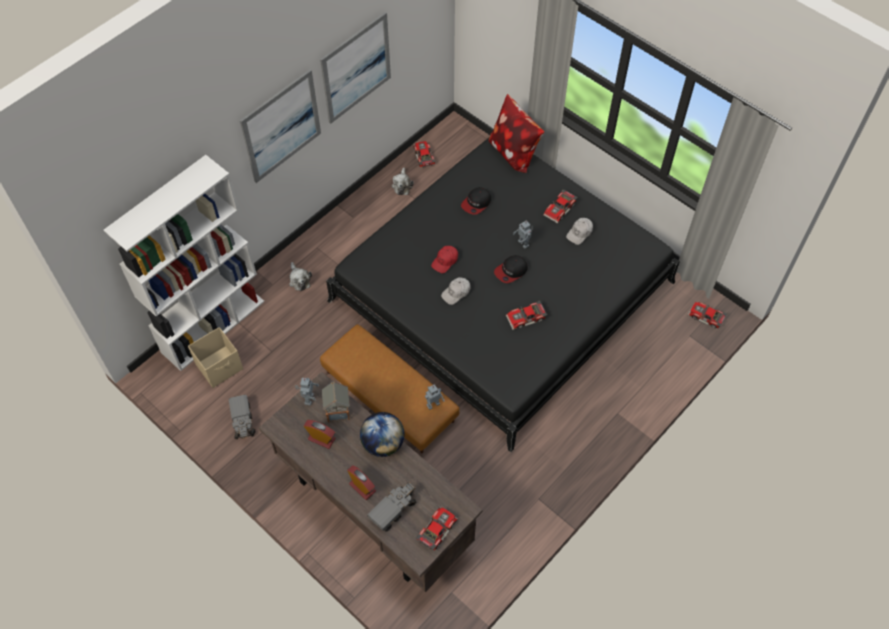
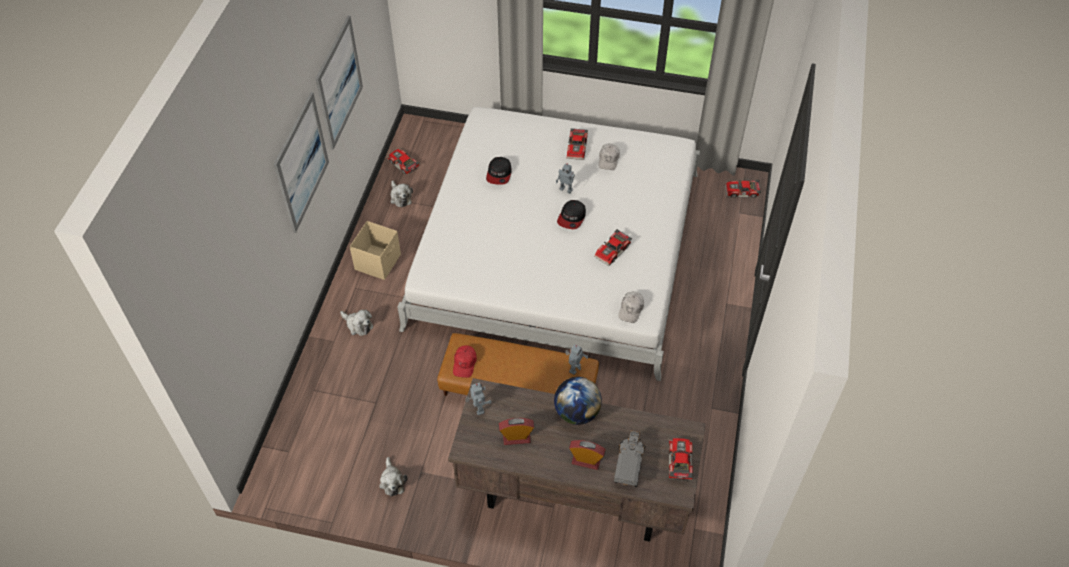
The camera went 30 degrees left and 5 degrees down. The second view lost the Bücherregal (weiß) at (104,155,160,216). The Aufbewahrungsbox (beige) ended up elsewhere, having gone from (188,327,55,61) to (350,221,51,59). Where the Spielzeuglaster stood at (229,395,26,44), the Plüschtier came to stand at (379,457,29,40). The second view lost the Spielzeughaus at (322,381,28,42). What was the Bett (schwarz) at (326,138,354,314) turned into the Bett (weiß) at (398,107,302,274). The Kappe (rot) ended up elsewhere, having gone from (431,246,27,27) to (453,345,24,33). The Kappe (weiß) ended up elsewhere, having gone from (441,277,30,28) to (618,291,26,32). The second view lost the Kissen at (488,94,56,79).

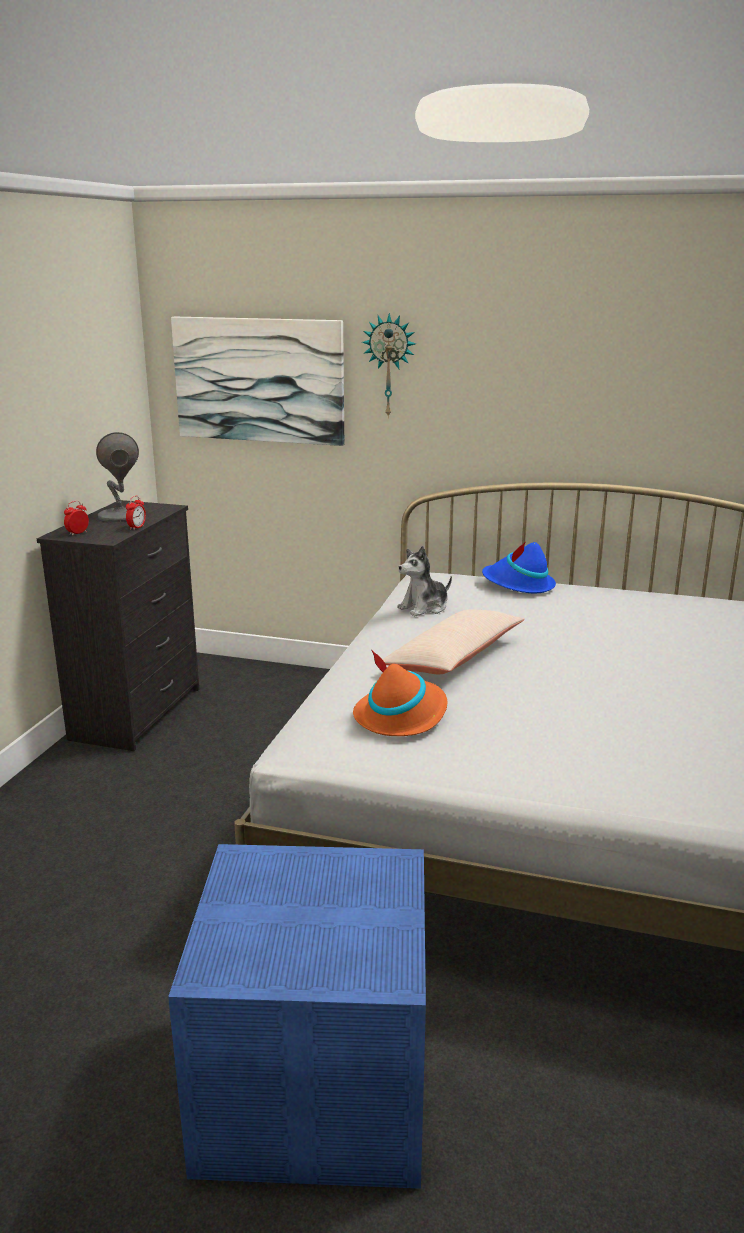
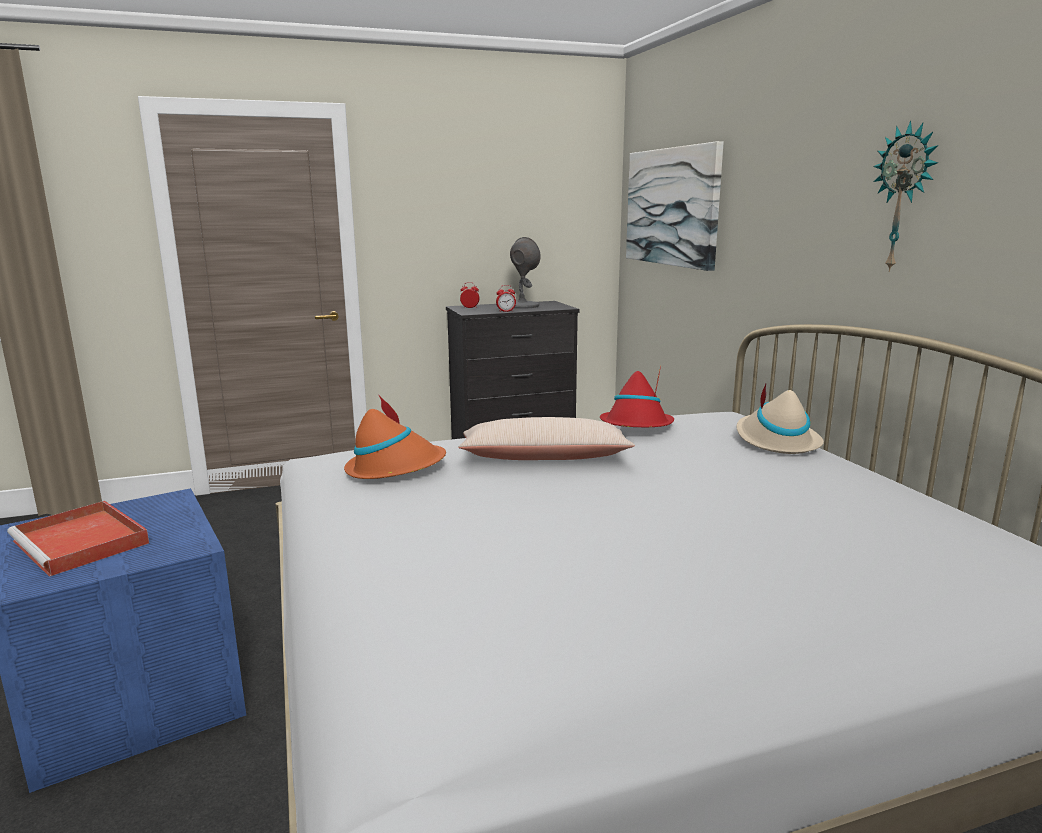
The camera went 55 degrees right and 5 degrees down. The Wanduhr ended up elsewhere, having gone from (362,313,54,105) to (873,121,66,151). Where the Plüschtier stood at (397,546,55,70), the Hut (rot) came to stand at (600,366,74,61). What was the Hut (blau) at (482,542,74,51) turned into the Hut (beige) at (737,384,87,70). The second view gained the Tablett (rot) at (7,501,142,76).

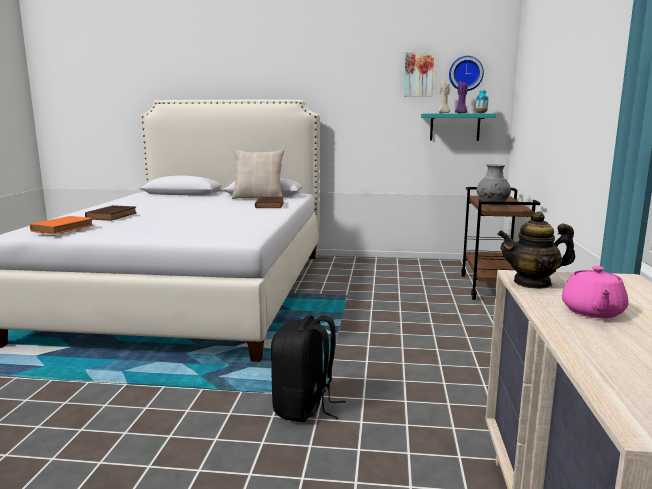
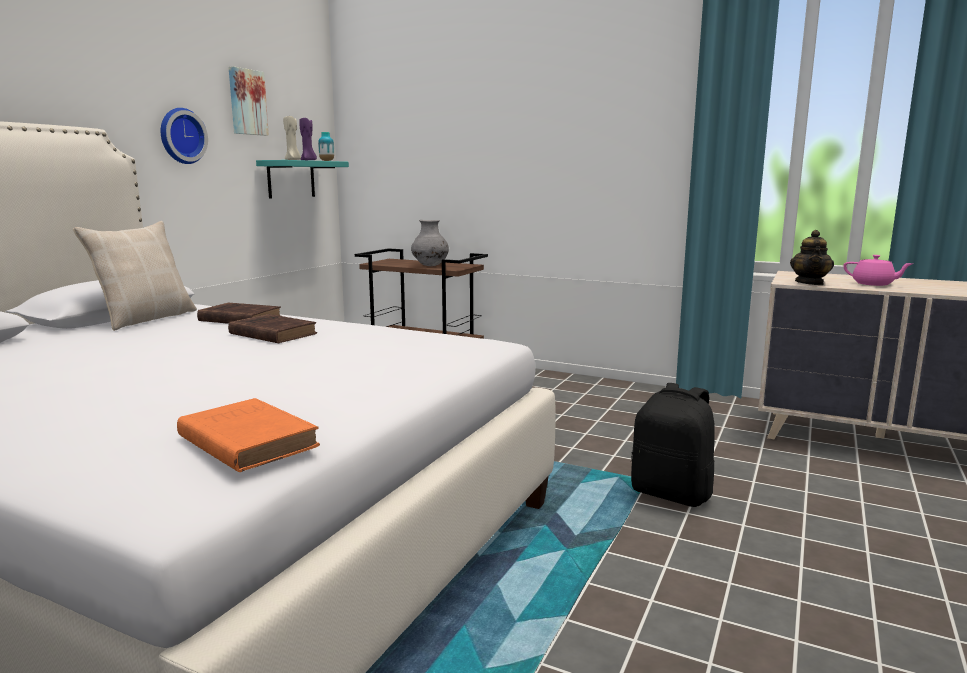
The camera went 70 degrees left and 0 degrees up. The Buch (braun) ended up elsewhere, having gone from (85,205,52,16) to (228,314,89,29). The Wanduhr ended up elsewhere, having gone from (449,56,35,35) to (161,108,47,56).

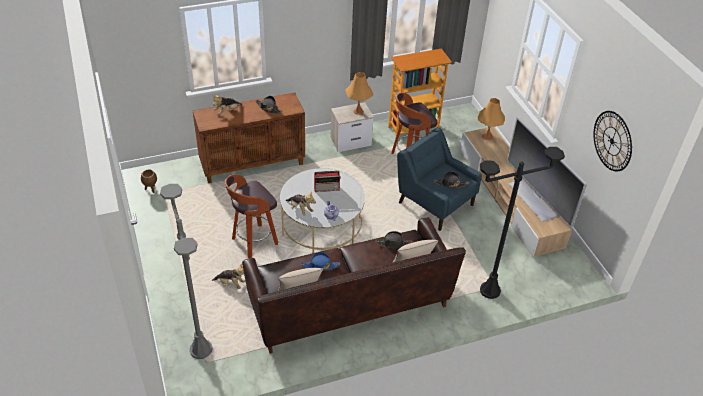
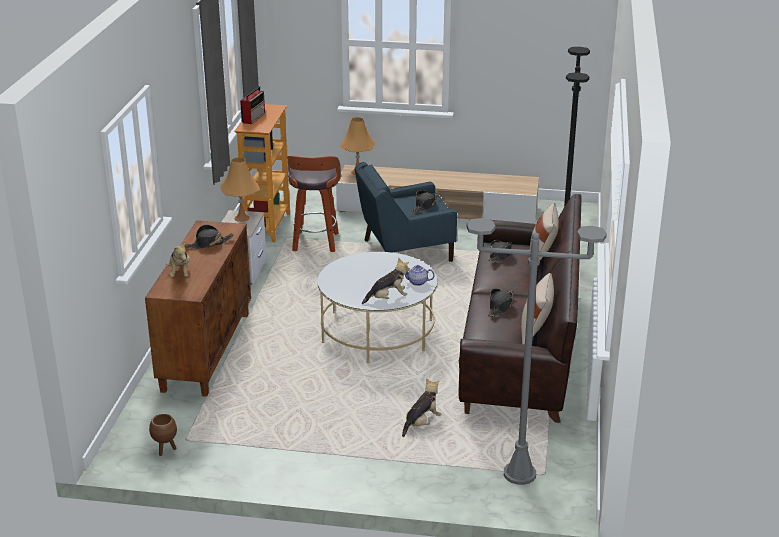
The camera went 60 degrees left and 15 degrees down. The second view lost the Hocker at (225,174,53,84). What was the Hut (blau) at (301,252,39,19) turned into the Hut (schwarz) at (488,288,26,29). The Radio ended up elsewhere, having gone from (314,171,27,21) to (240,86,25,38). The second view lost the Fernseher at (507,117,80,111). The second view lost the Wanduhr at (593,111,39,61).

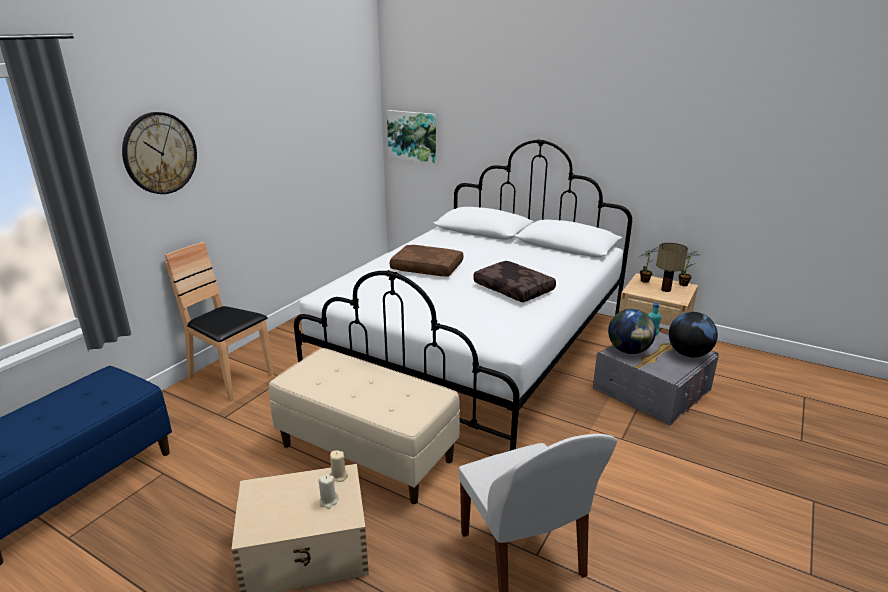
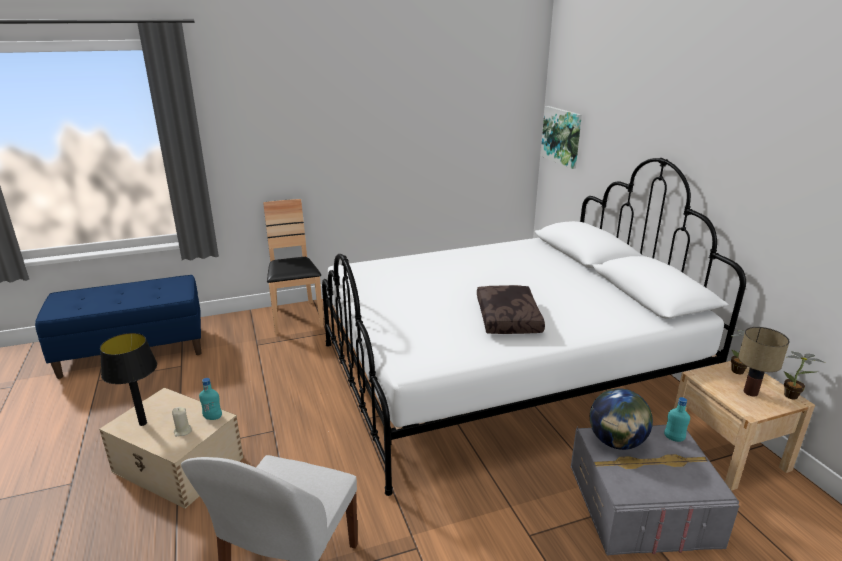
The camera went 40 degrees right and 0 degrees up. The second view lost the Wanduhr at (122,112,75,82). The second view lost the Bank (beige) at (269,348,191,156). Where the Kerze (beige) stood at (330,450,18,32), the Flasche (türkis) came to stand at (199,378,23,42). The second view lost the Kissen (braun) at (390,245,73,31). The second view lost the Globus at (669,312,49,45). The second view gained the Tischlampe (schwarz) at (100,333,57,93).

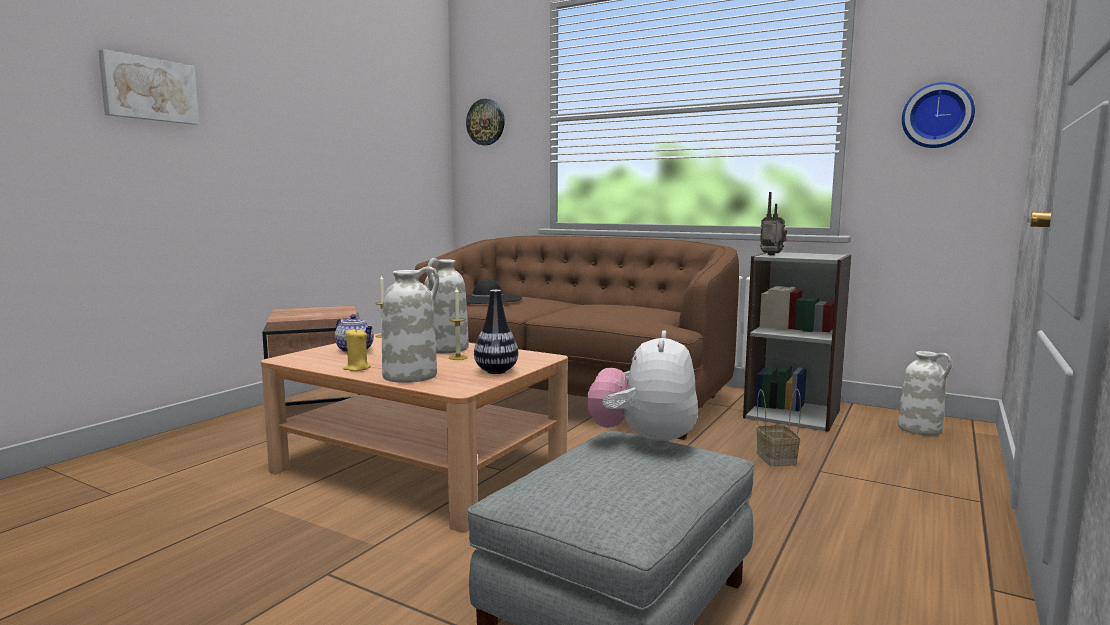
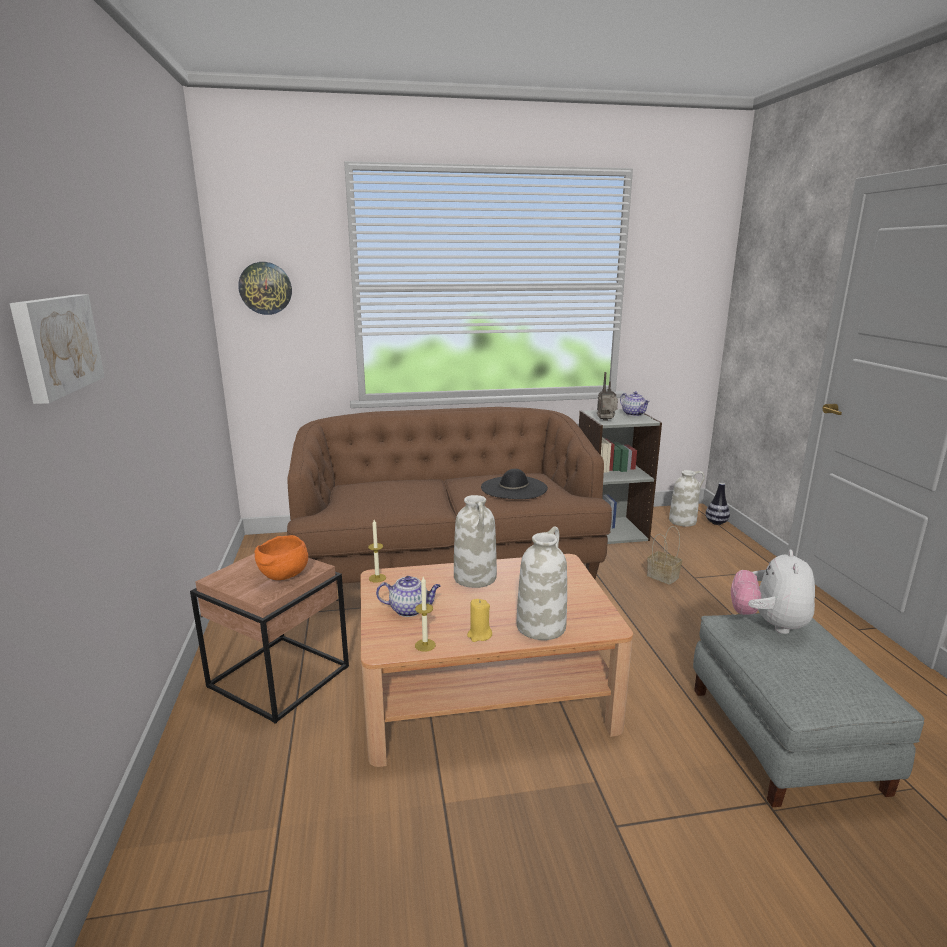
The camera went 40 degrees left and 10 degrees up. The Kerze ended up elsewhere, having gone from (449,288,19,72) to (415,577,21,75). The Hut (schwarz) ended up elsewhere, having gone from (466,279,56,25) to (481,469,67,30). The Vase ended up elsewhere, having gone from (474,290,45,84) to (706,483,24,42). The Plüschtier at (587,330,111,120) ended up facing another way, 45 degrees clockwise from before. The second view lost the Wanduhr at (902,82,73,66). The second view gained the Schüssel (orange) at (255,535,53,45). The second view gained the Teekanne at (620,391,30,25).

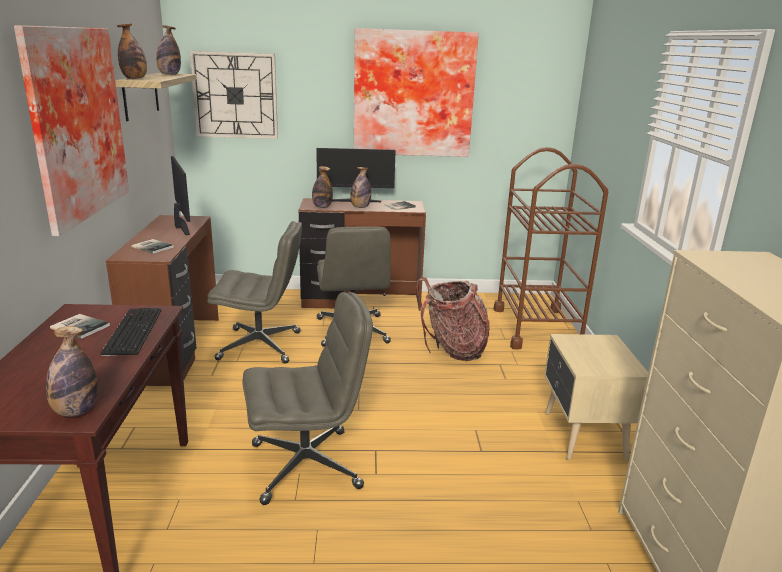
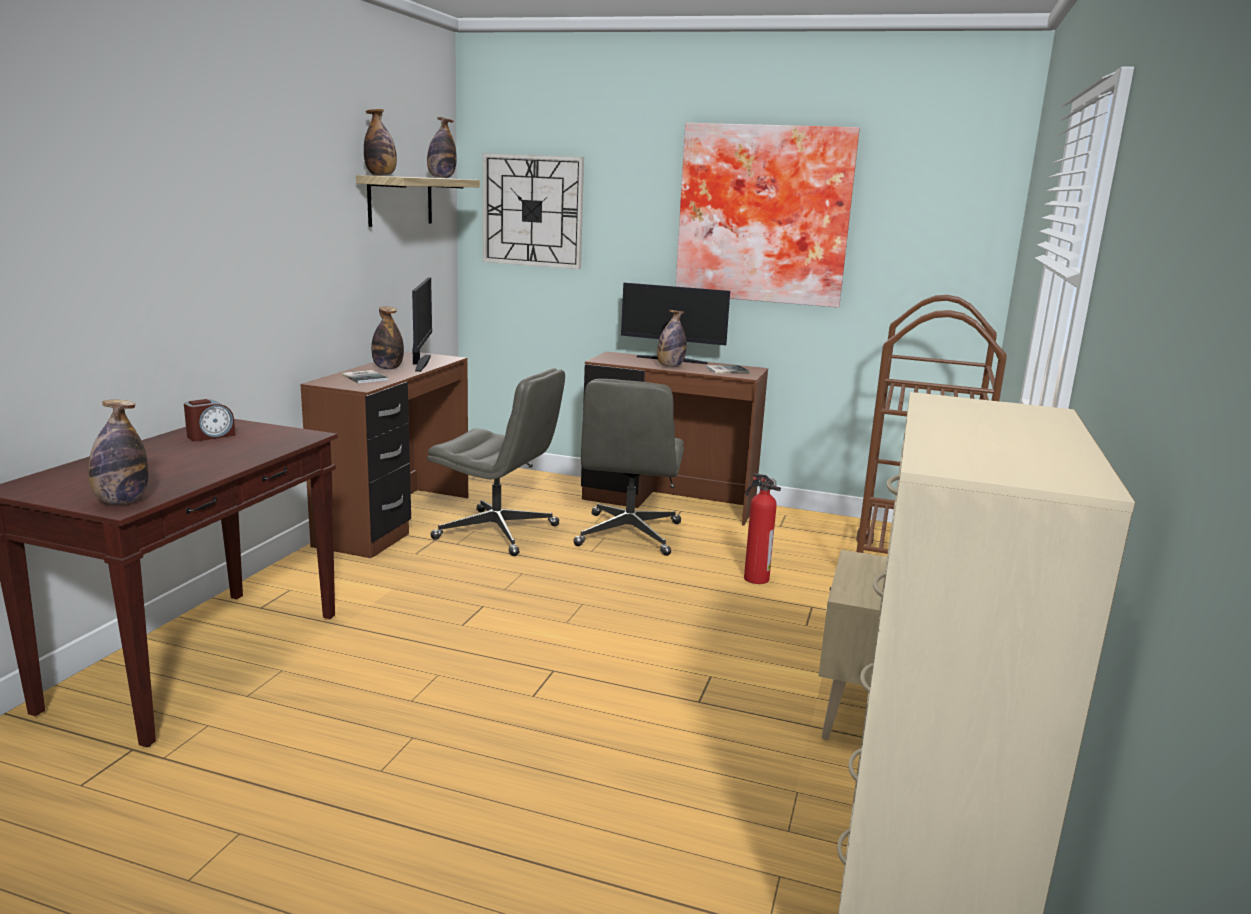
The camera went 20 degrees right and 5 degrees down. The second view lost the Bild at (14,25,115,211). Where the Buch stood at (50,314,60,25), the Wecker came to stand at (184,399,52,42). The second view lost the Tastatur at (101,308,61,48). The second view lost the Bürostuhl (grau) at (242,292,131,213). The Flasche ended up elsewhere, having gone from (312,166,21,42) to (371,307,33,62). Where the Rucksack stood at (417,277,73,84), the Feuerlöscher came to stand at (744,473,37,111).

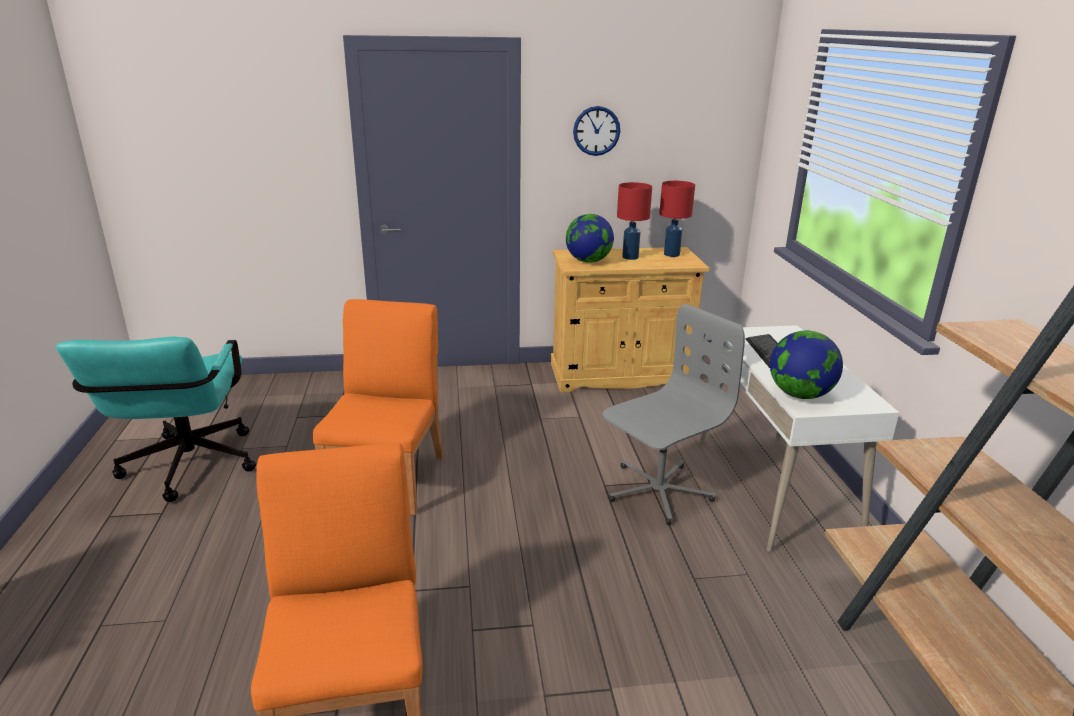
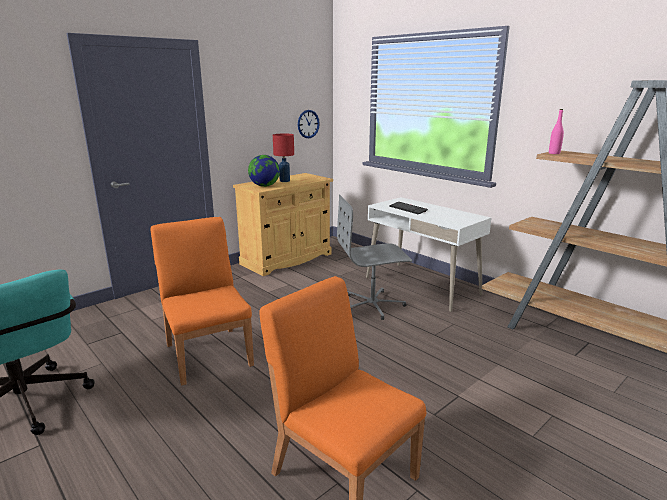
The camera went 35 degrees left and 5 degrees down. The Wanduhr ended up elsewhere, having gone from (573,106,47,50) to (298,110,22,28). The Bürostuhl (grau) at (602,304,143,221) ended up facing another way, 120 degrees counterclockwise from before. The second view lost the Tischlampe (rot) at (659,181,36,76). The second view lost the Globus at (770,331,73,68). The second view gained the Flasche (rosa) at (549,109,15,45).

